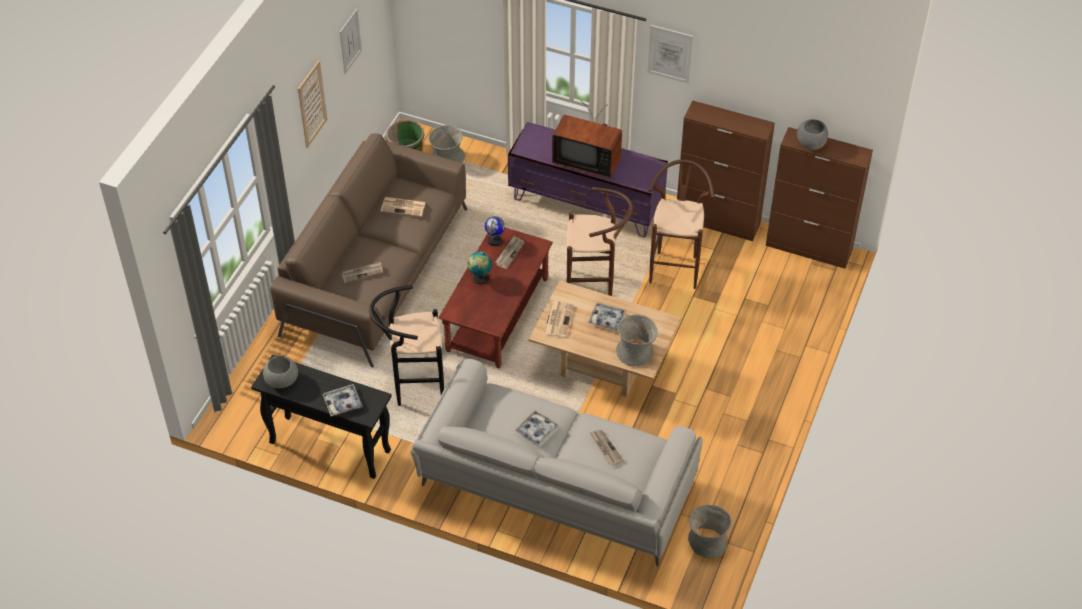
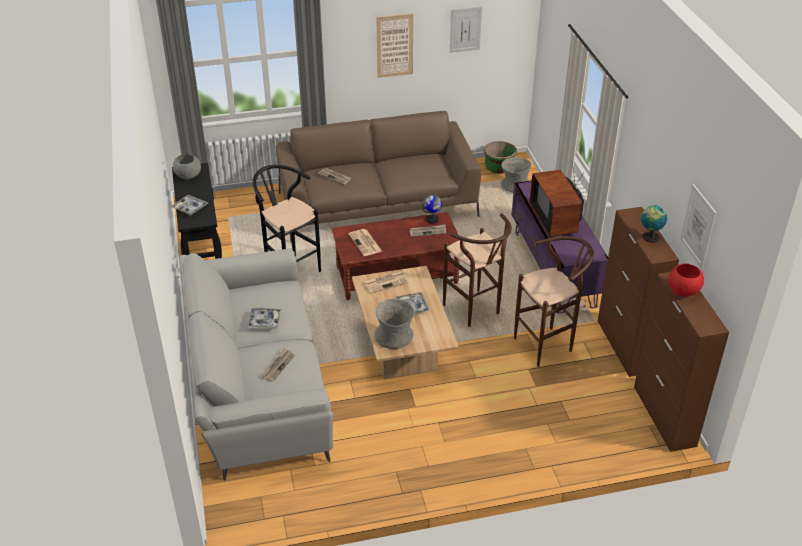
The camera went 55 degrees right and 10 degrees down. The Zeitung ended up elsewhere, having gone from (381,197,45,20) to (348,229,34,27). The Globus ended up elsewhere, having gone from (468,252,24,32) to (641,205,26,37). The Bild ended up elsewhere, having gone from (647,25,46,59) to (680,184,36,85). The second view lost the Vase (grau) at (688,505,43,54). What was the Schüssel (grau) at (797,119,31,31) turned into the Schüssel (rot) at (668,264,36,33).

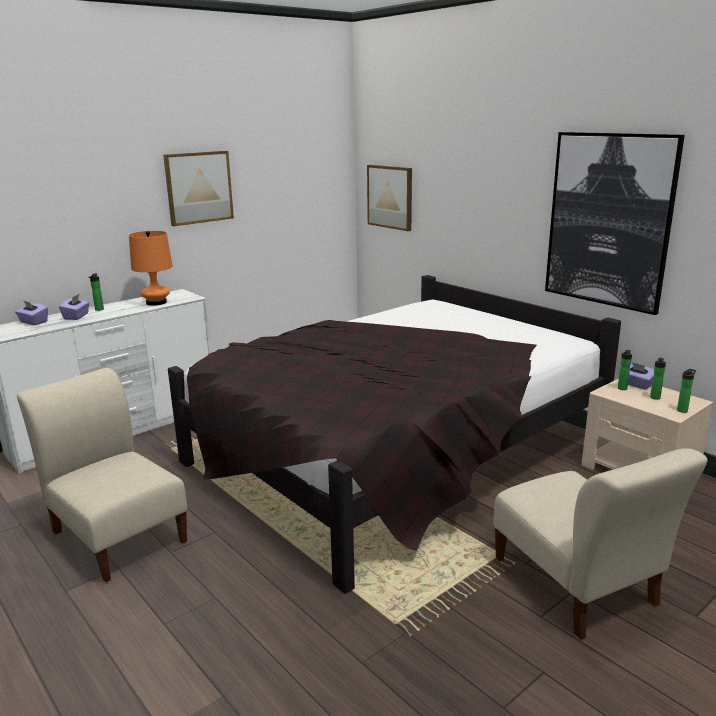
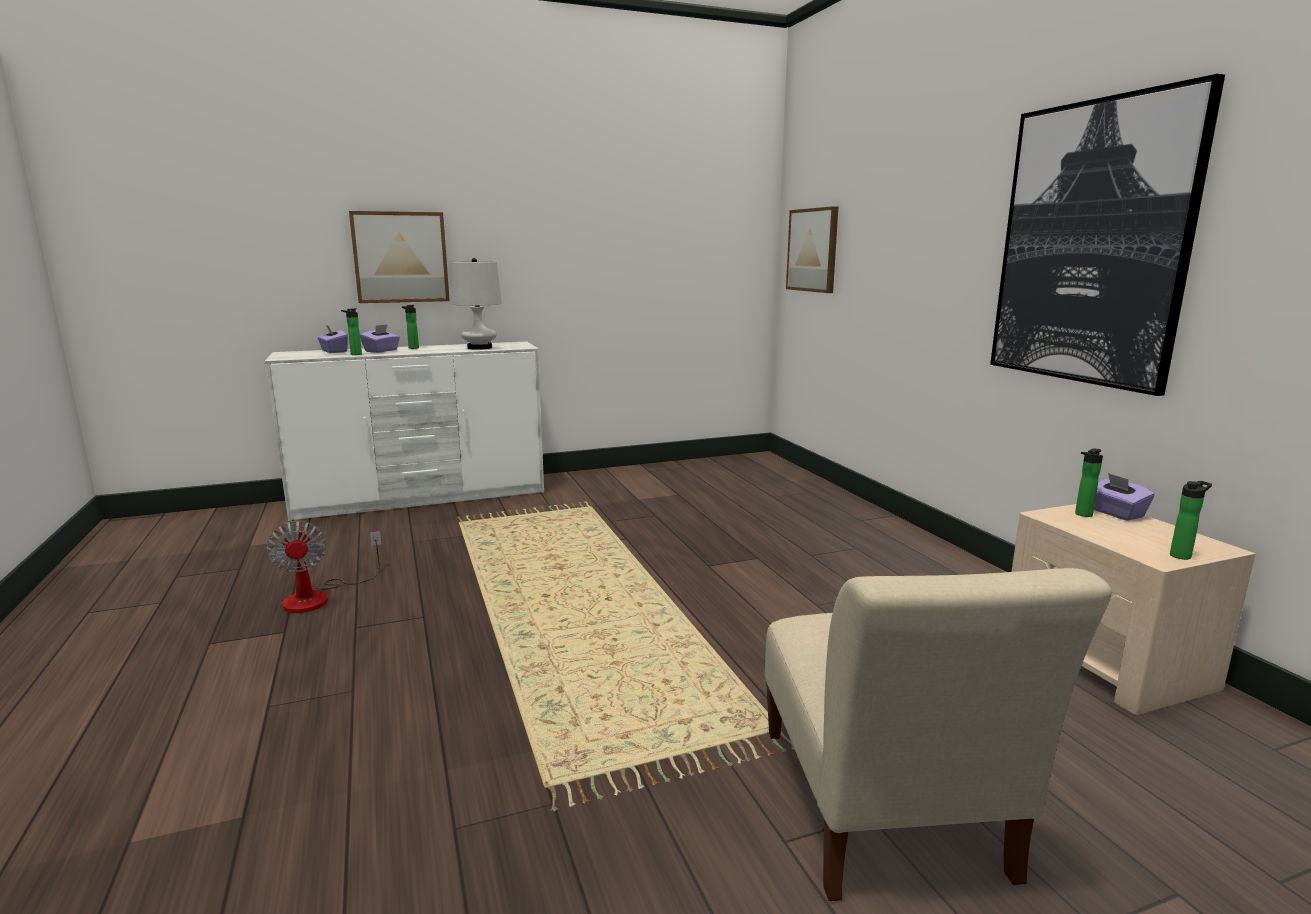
The camera went 20 degrees right and 5 degrees down. Where the Stuhl (beige) stood at (17,368,170,214), the Ventilator came to stand at (266,521,116,92). What was the Tischlampe (orange) at (129,231,44,75) turned into the Tischlampe (weiß) at (452,258,50,92). The Bild ended up elsewhere, having gone from (163,151,71,75) to (349,211,101,92). The second view lost the Bett (schwarz) at (168,275,453,319). The Flasche ended up elsewhere, having gone from (650,358,16,42) to (341,308,21,47).

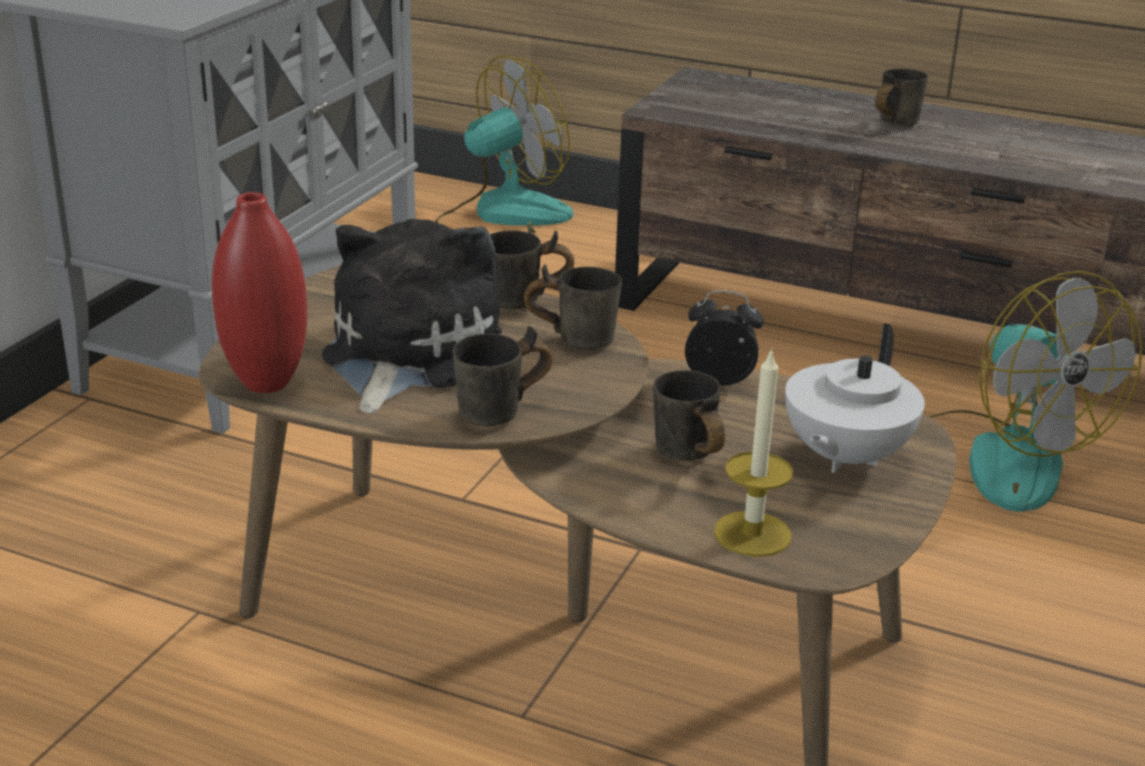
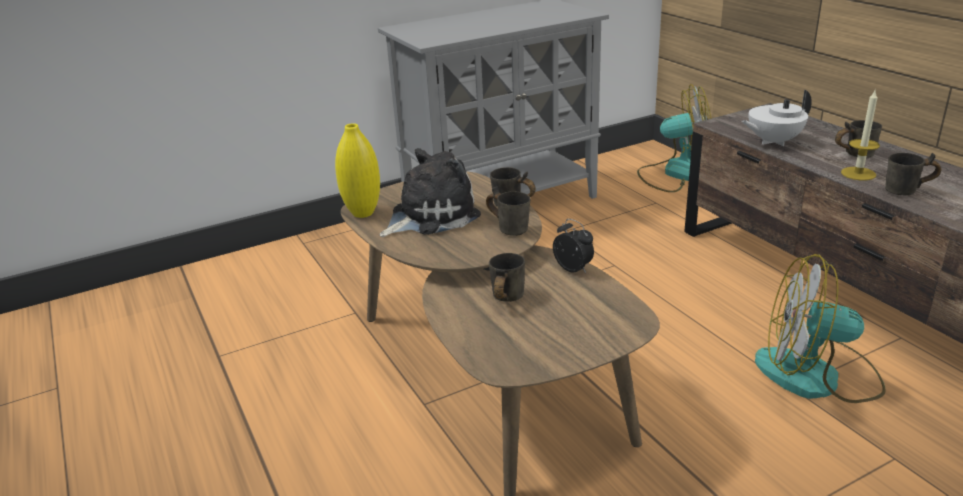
The camera went 40 degrees right and 0 degrees up. What was the Vase (rot) at (212,192,95,201) turned into the Vase (gelb) at (335,123,45,95). The Henkelbecher (grau) ended up elsewhere, having gone from (453,326,100,100) to (885,153,56,42). The Kerze ended up elsewhere, having gone from (714,347,79,210) to (841,91,39,90). The Teekanne (weiß) ended up elsewhere, having gone from (785,323,140,150) to (741,89,71,57). The Ventilator at (929,271,213,241) ended up facing another way, 90 degrees clockwise from before.

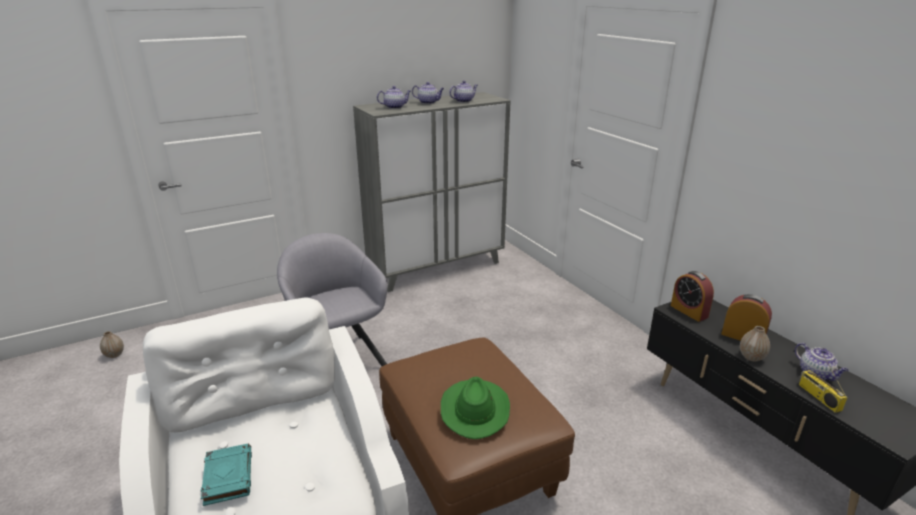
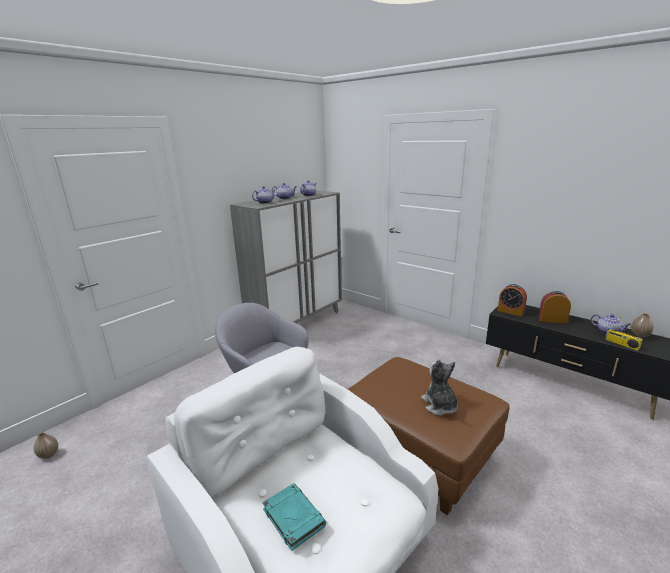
The camera went 20 degrees left and 5 degrees down. Where the Hut (grün) stood at (441,377,69,62), the Plüschtier came to stand at (421,359,37,57). The Vase ended up elsewhere, having gone from (740,326,30,35) to (631,313,23,25).

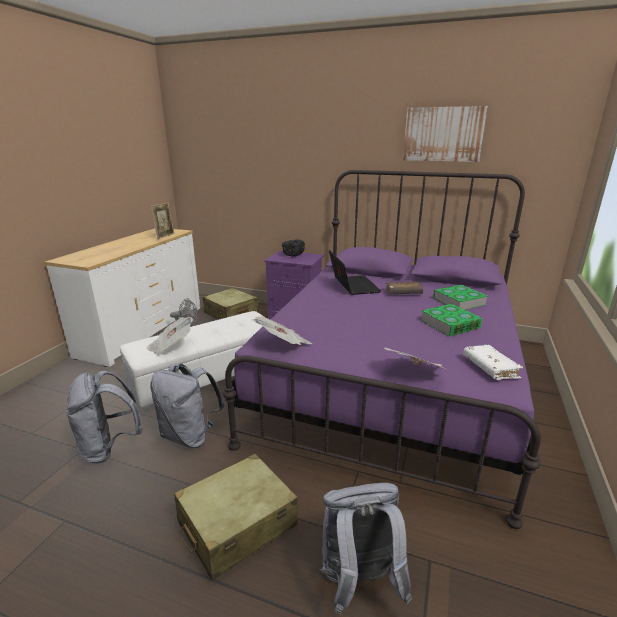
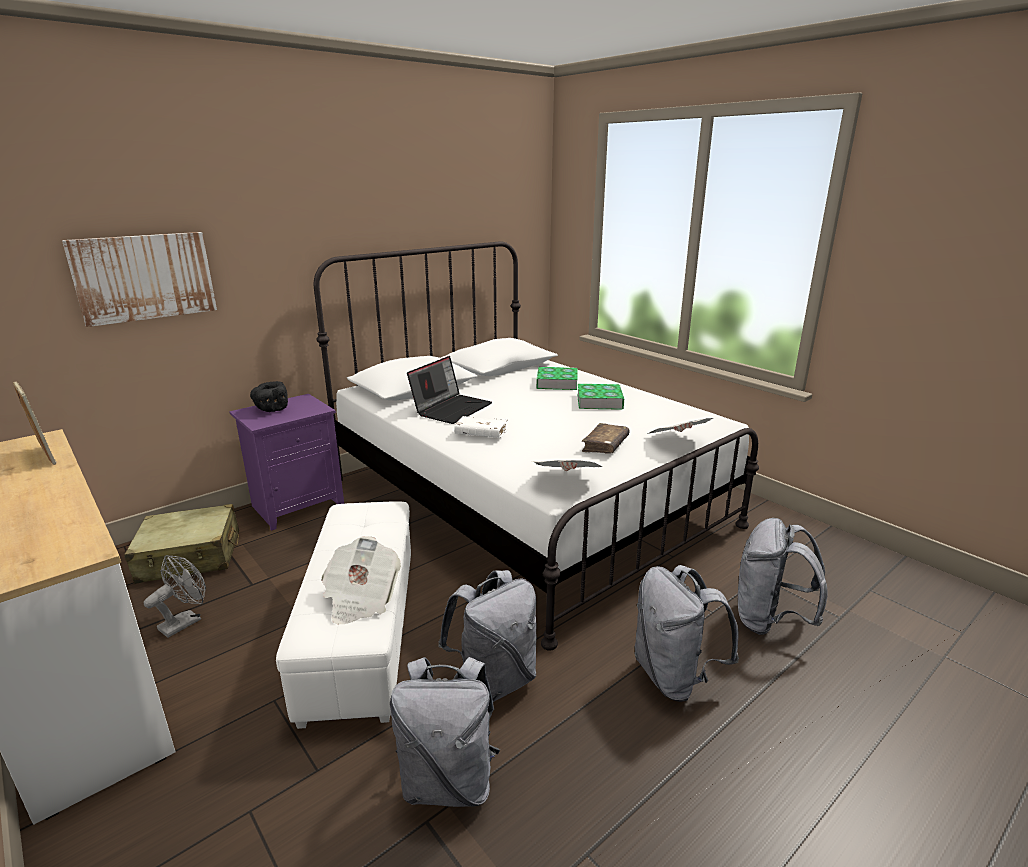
The camera went 60 degrees left and 0 degrees up. Where the Koffer (beige) stood at (174,454,124,126), the Rucksack (grau) came to stand at (634,565,105,137). What was the Bett (lila) at (223,170,318,359) turned into the Bett (weiß) at (313,241,446,410). The Laptop at (329,250,52,45) ended up facing another way, 105 degrees clockwise from before. The Buch (braun) ended up elsewhere, having gone from (385,282,38,12) to (582,423,48,31). The Bild ended up elsewhere, having gone from (403,106,85,56) to (62,232,155,95). The Buch (weiß) ended up elsewhere, having gone from (463,345,61,35) to (454,416,54,22).

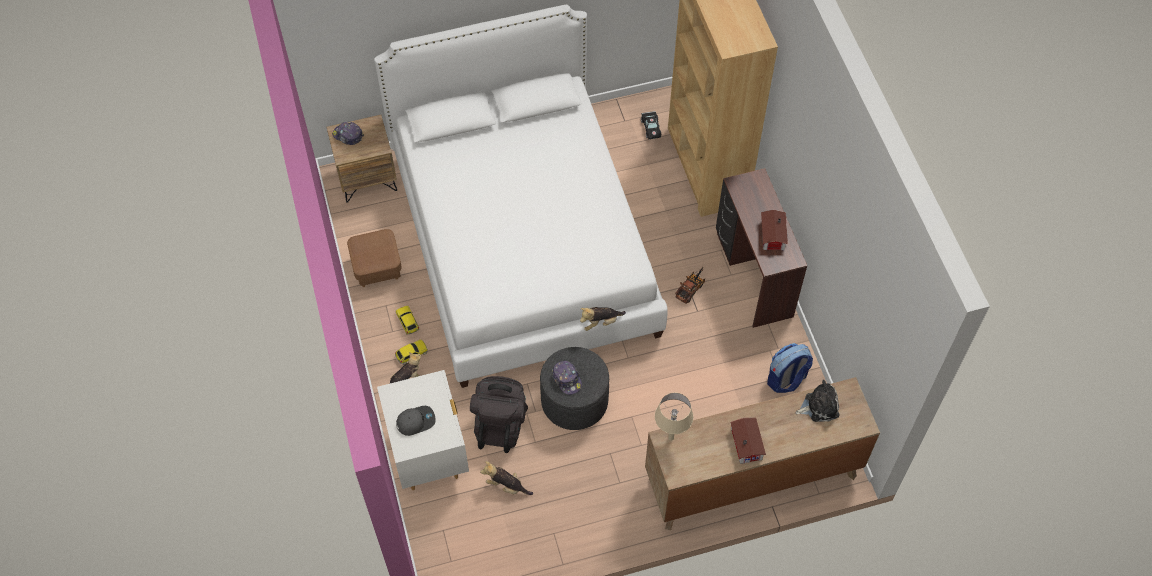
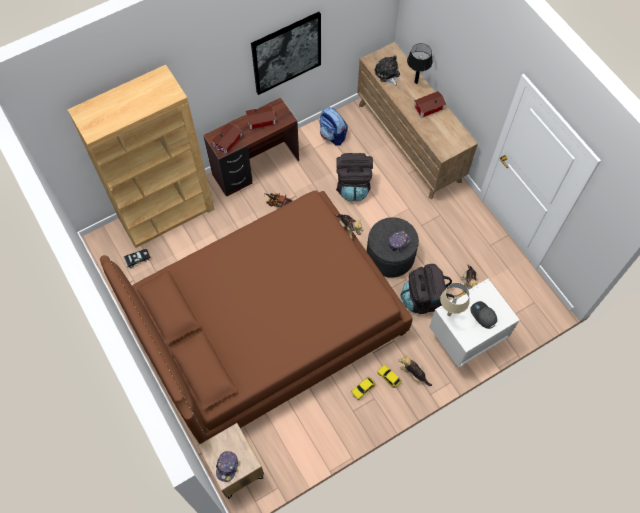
The camera went 105 degrees left and 5 degrees up. The second view lost the Polsterhocker (braun) at (347,229,55,58). What was the Bett (weiß) at (374,5,294,383) turned into the Bett (braun) at (100,190,313,254). The Tischlampe (beige) ended up elsewhere, having gone from (655,392,38,49) to (440,283,30,33). The second view gained the Spielzeughaus at (211,123,31,31). The second view gained the Bild at (251,12,70,83). The second view gained the Rucksack (schwarz) at (336,153,37,48). The second view gained the Tischlampe (schwarz) at (407,43,26,41).

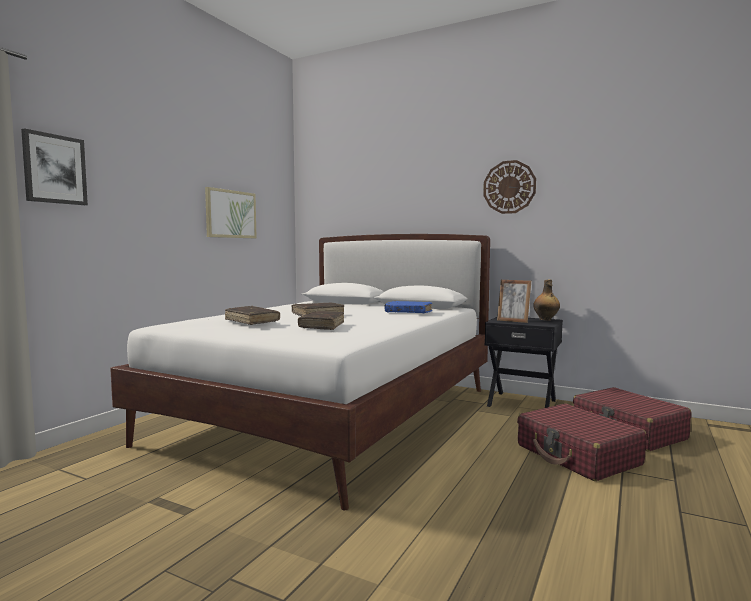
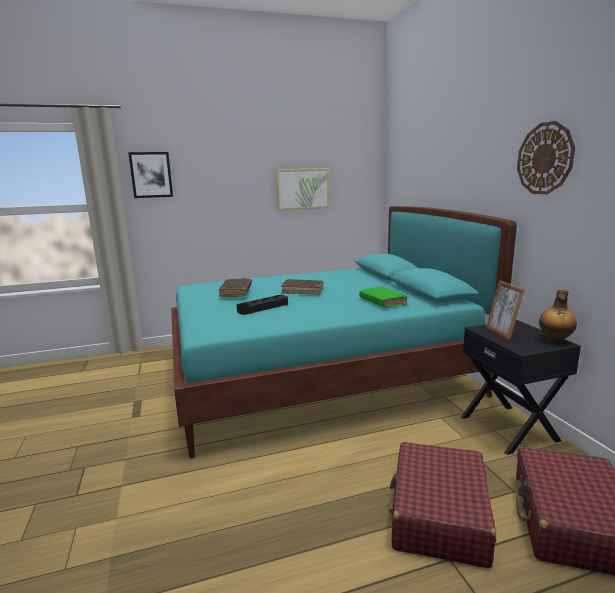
The camera went 45 degrees right and 10 degrees up. What was the Bett (weiß) at (110,234,380,276) turned into the Bett (türkis) at (171,206,346,253). Where the Buch (braun) stood at (298,311,46,19), the Tablett (schwarz) came to stand at (237,295,51,20). What was the Buch (blau) at (384,301,48,13) turned into the Buch (grün) at (359,286,48,21).

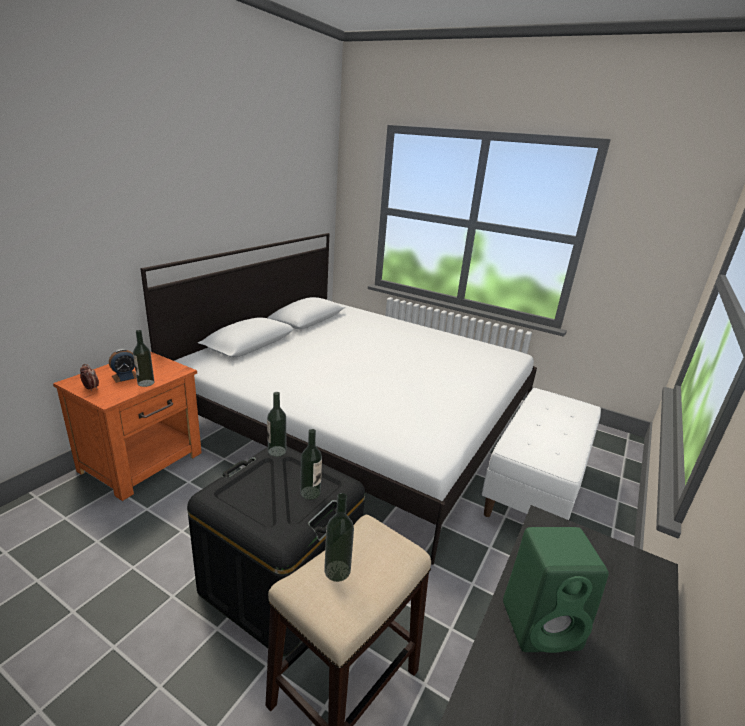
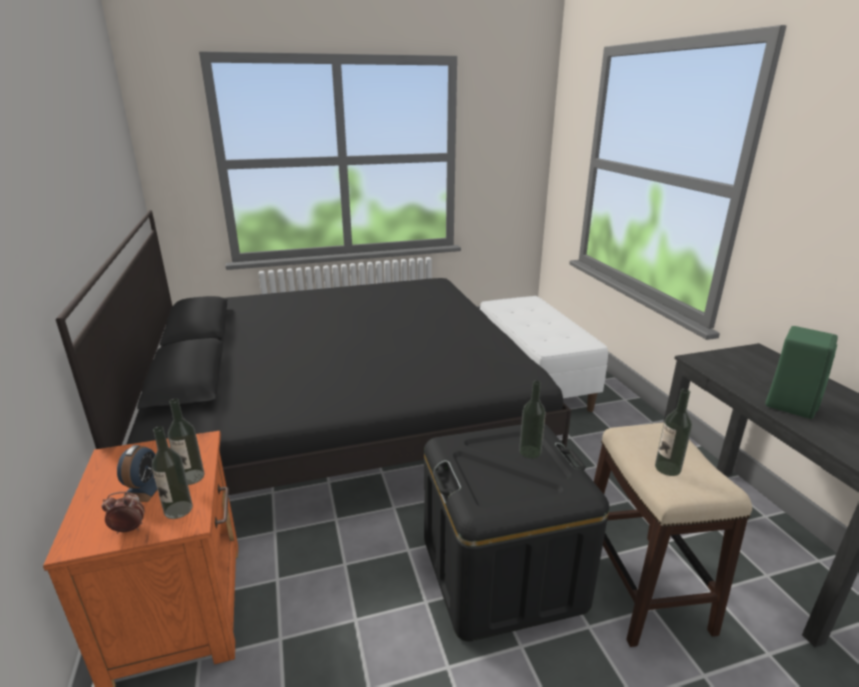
The camera went 45 degrees left and 0 degrees up. What was the Bett (weiß) at (140,233,397,332) turned into the Bett (schwarz) at (56,210,515,285). The Flasche ended up elsewhere, having gone from (267,392,19,65) to (152,426,41,93).

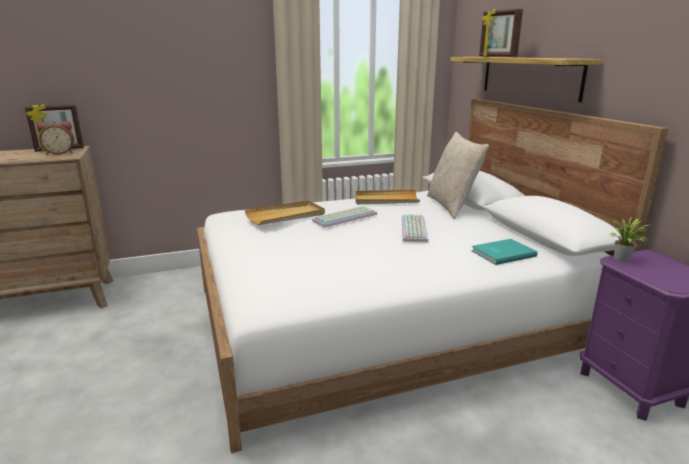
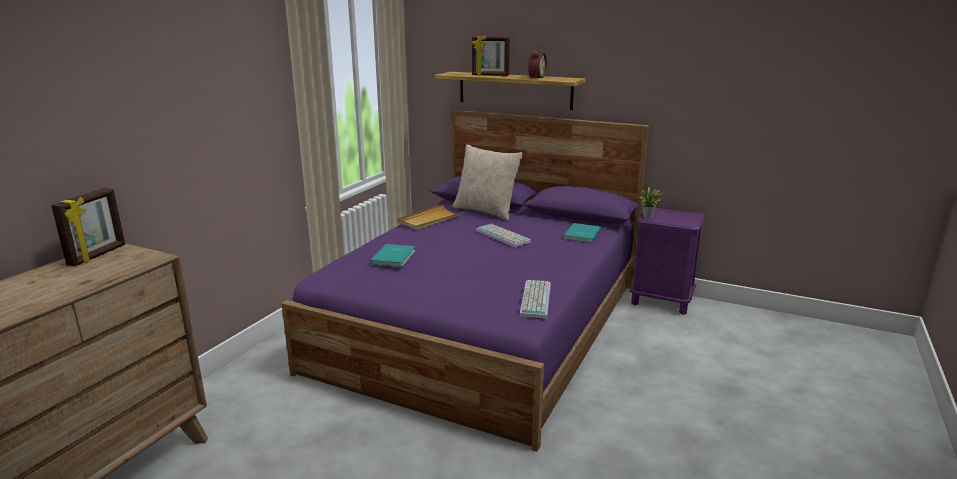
The camera went 45 degrees left and 0 degrees up. The Wecker ended up elsewhere, having gone from (37,121,37,34) to (527,50,20,29). What was the Bett (weiß) at (197,99,472,354) turned into the Bett (lila) at (281,110,368,342). Where the Tablett (beige) stood at (244,201,81,24), the Buch (türkis) came to stand at (370,244,46,23). The Tastatur ended up elsewhere, having gone from (312,206,65,22) to (519,280,32,38).

